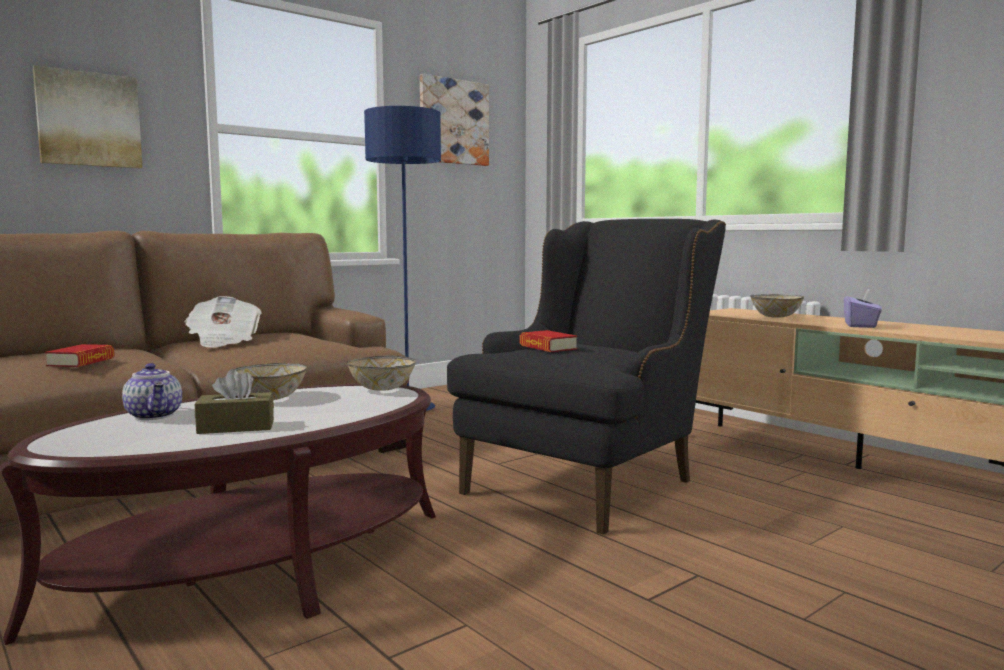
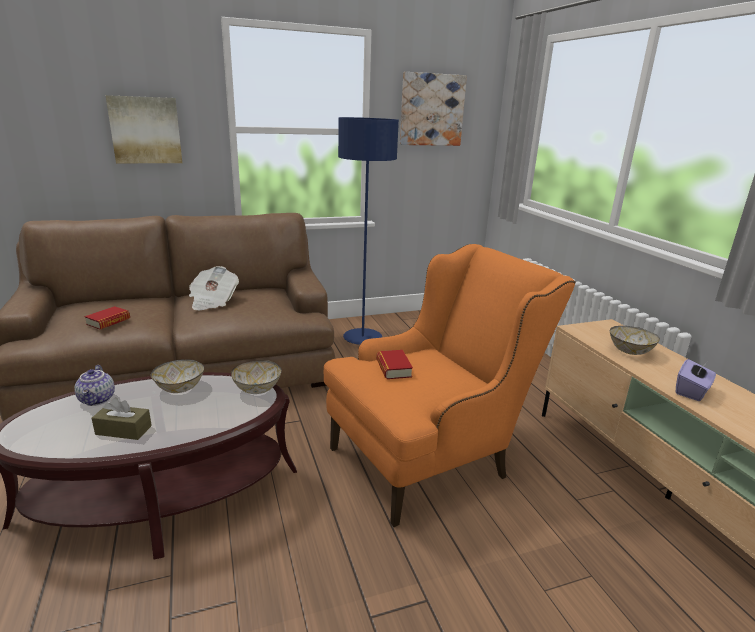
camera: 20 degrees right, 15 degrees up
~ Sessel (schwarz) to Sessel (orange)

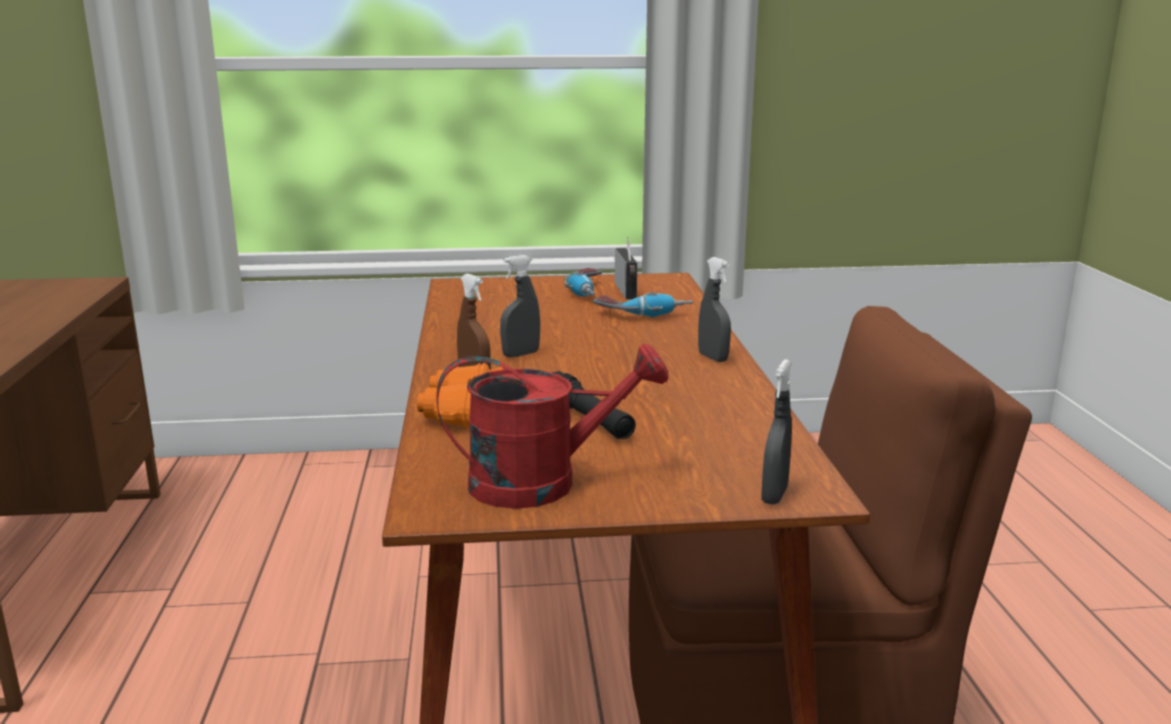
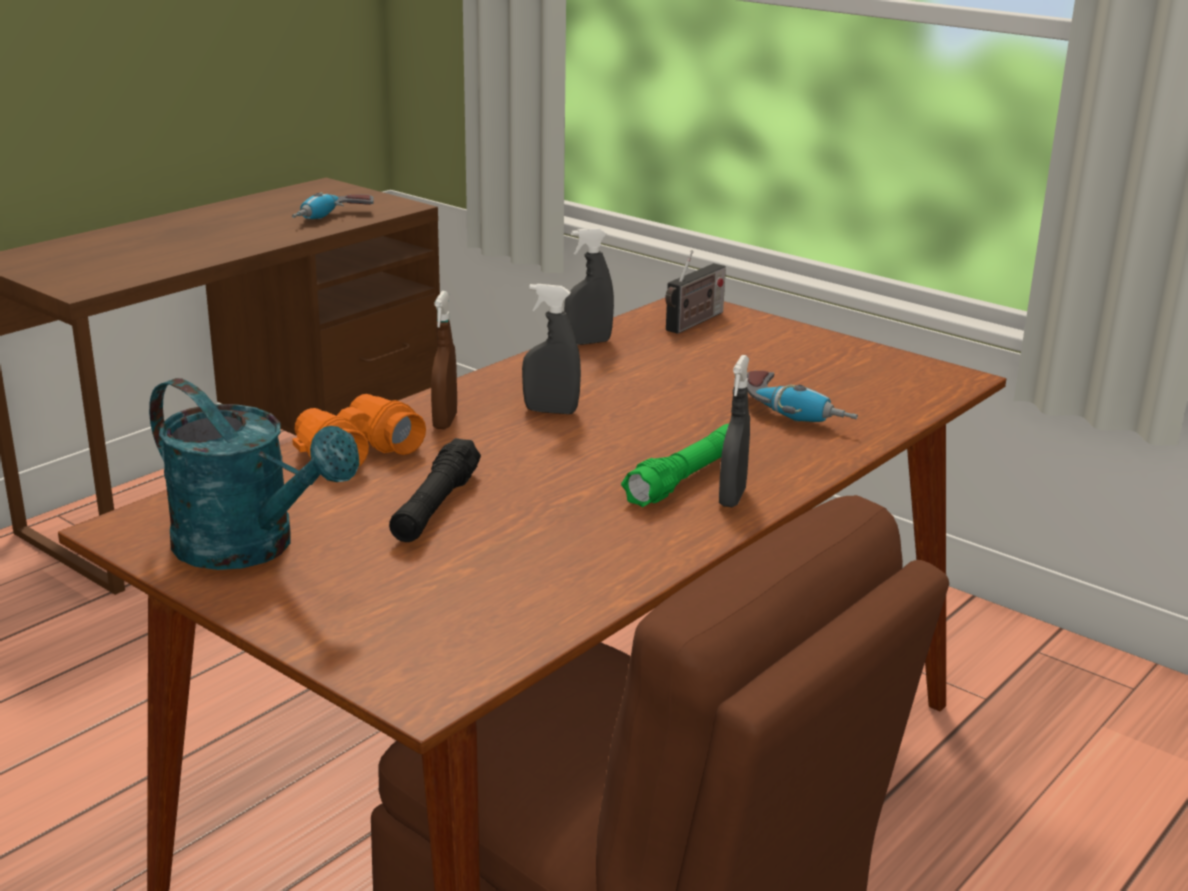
camera: 45 degrees right, 5 degrees up
~ Radio
~ Bohrmaschine (1st from left)
~ Gießkanne (rot) to Gießkanne (türkis)
~ Sprühflasche (grau) (3rd from left in the first image) to Sprühflasche (grau) (2nd from left)
+ Taschenlampe (grün)

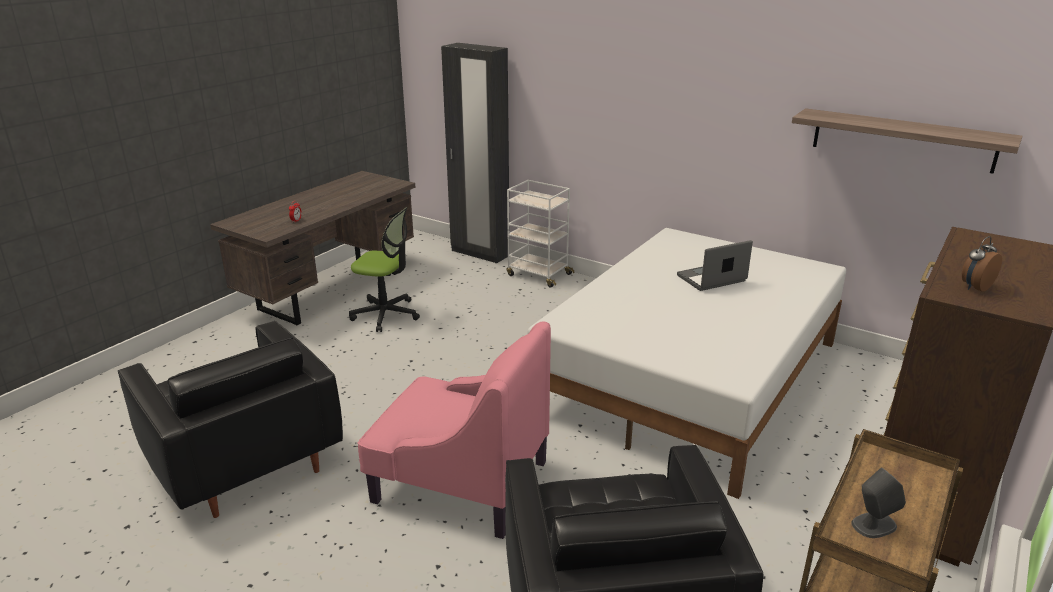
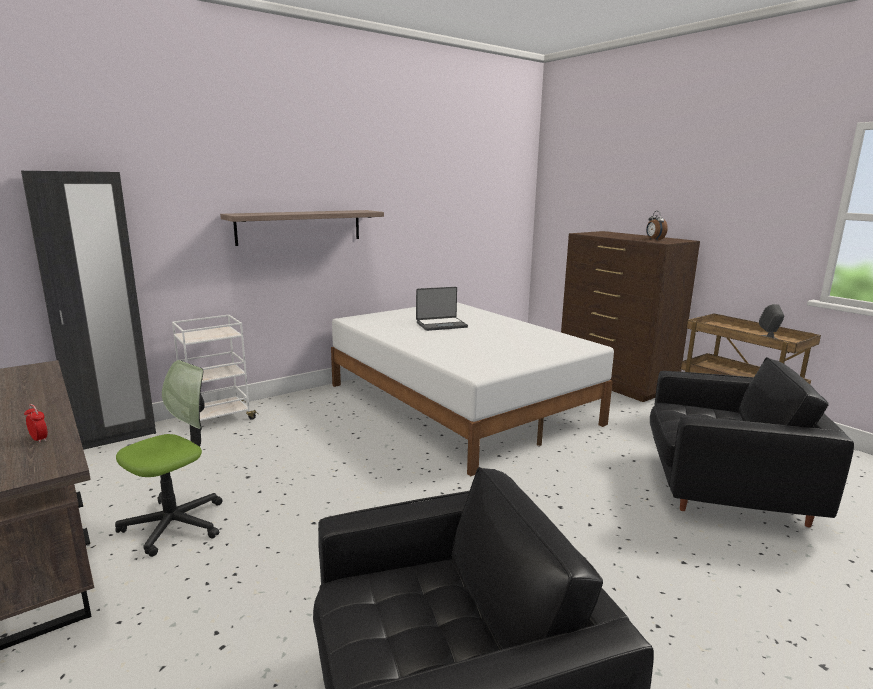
camera: 70 degrees left, 10 degrees down
~ Wandregal
~ Laptop 105 degrees counterclockwise
- Sessel (rosa)

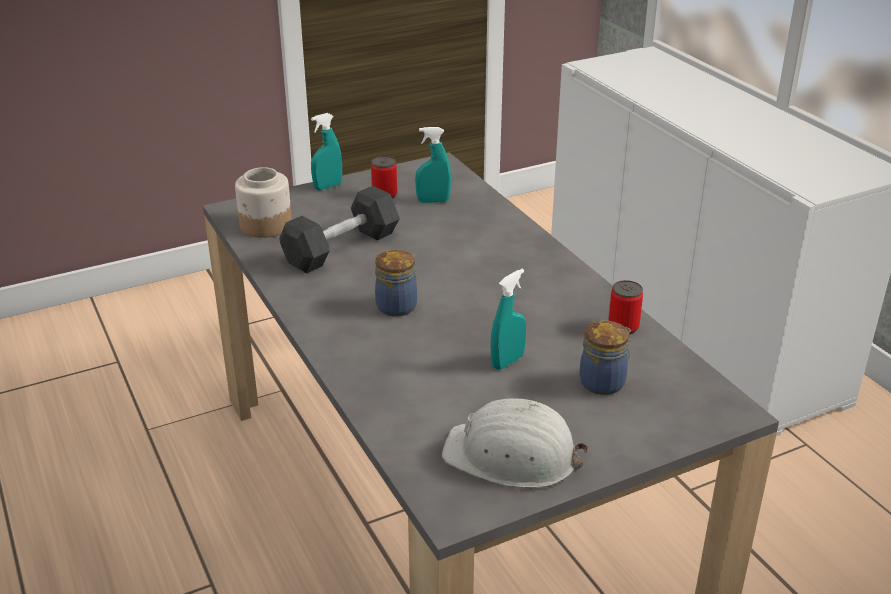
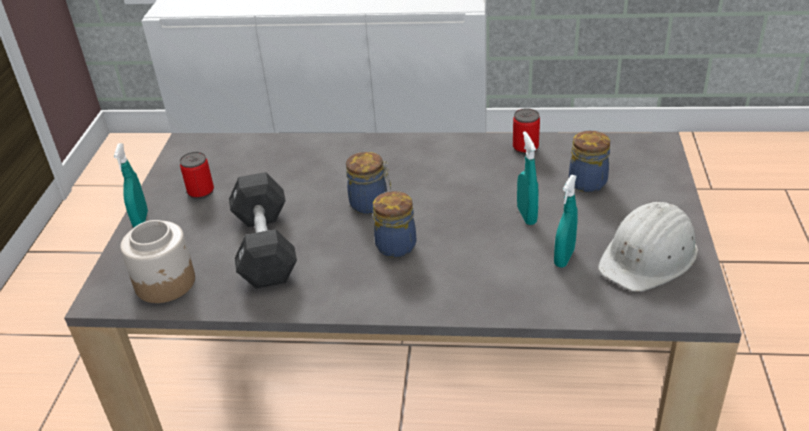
camera: 55 degrees left, 5 degrees up
~ Sprühflasche (türkis) (2nd from left in the first image) to Sprühflasche (türkis) (3rd from left)
+ Vorratsglas (2nd from left)

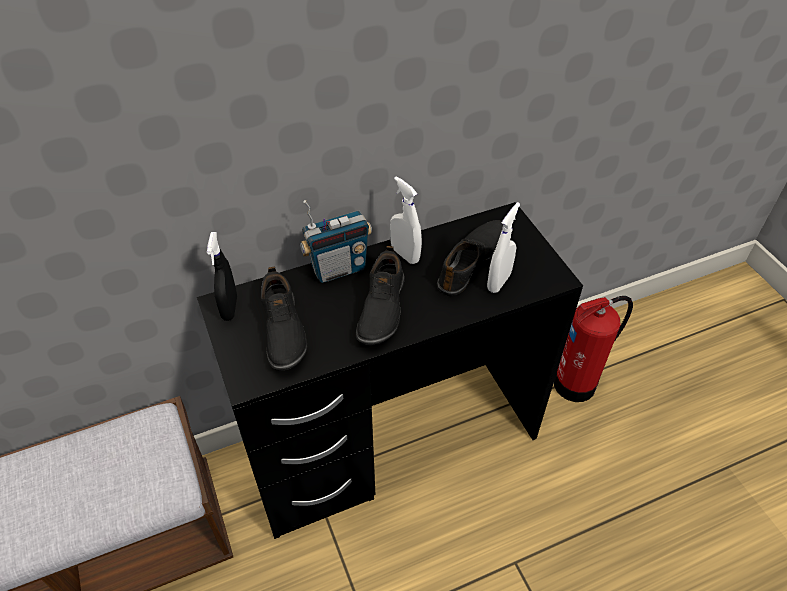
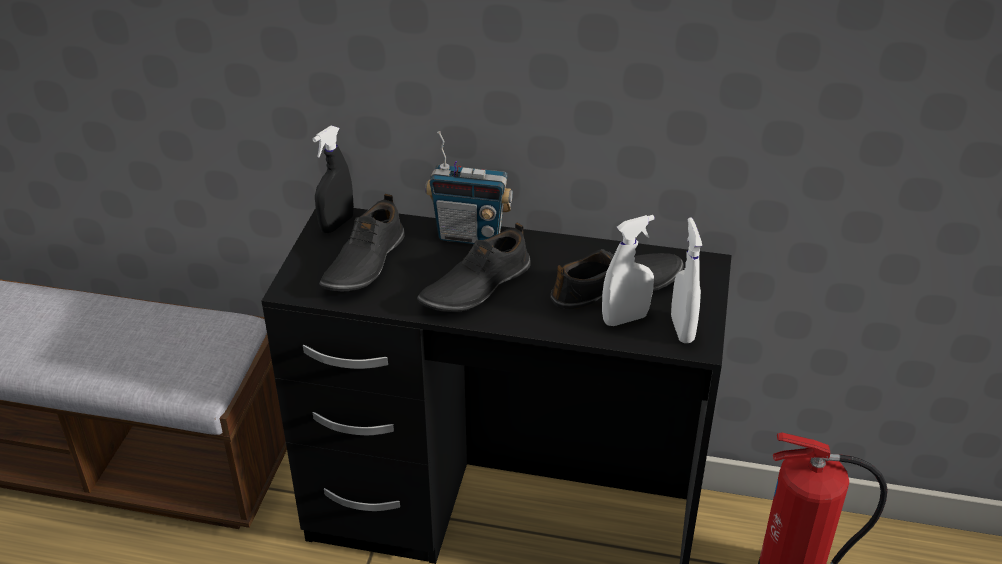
camera: 35 degrees right, 10 degrees down
~ Sprühflasche (weiß) (1st from left in the first image) to Sprühflasche (weiß) (2nd from left)

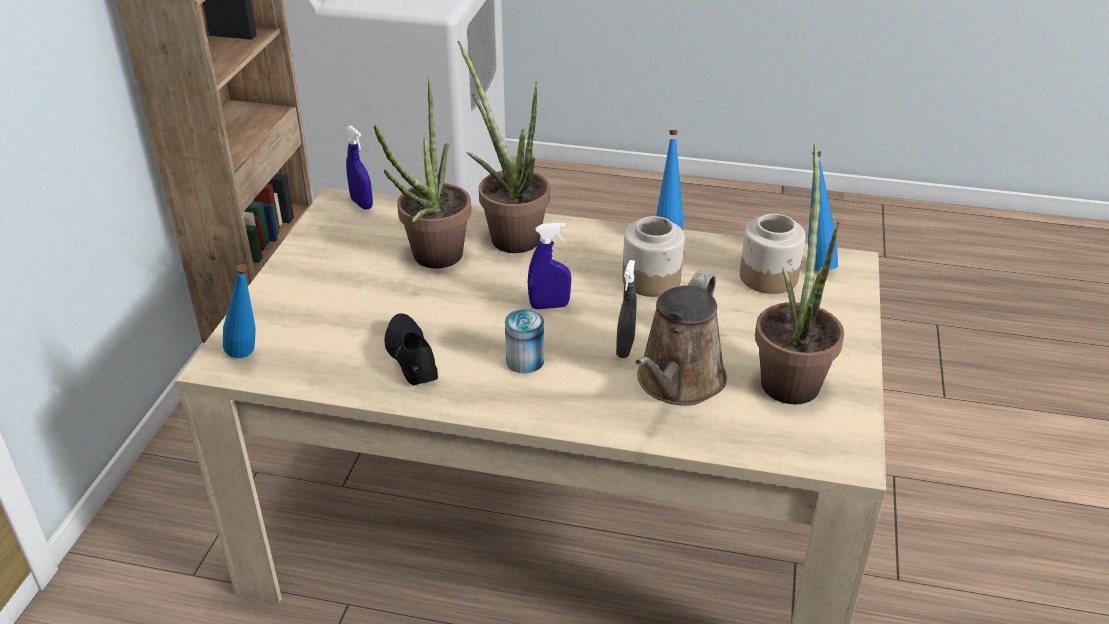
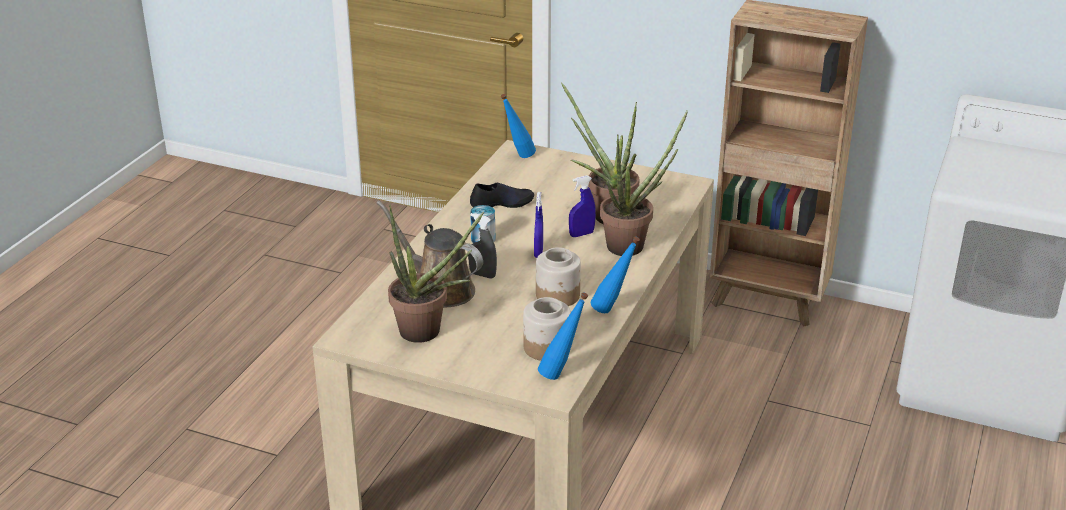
camera: 100 degrees right, 5 degrees down
~ Sprühflasche (blau) (1st from left in the first image) to Sprühflasche (blau) (2nd from left)

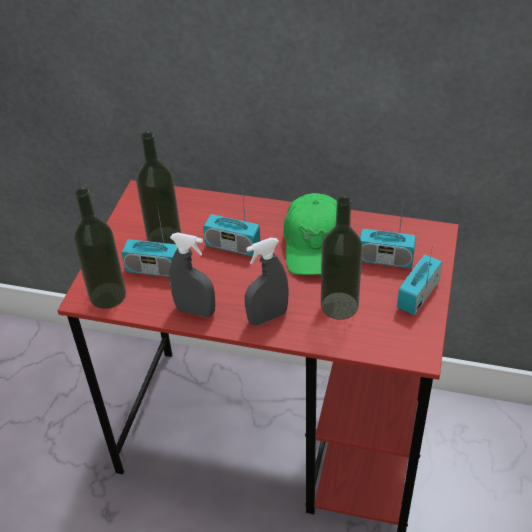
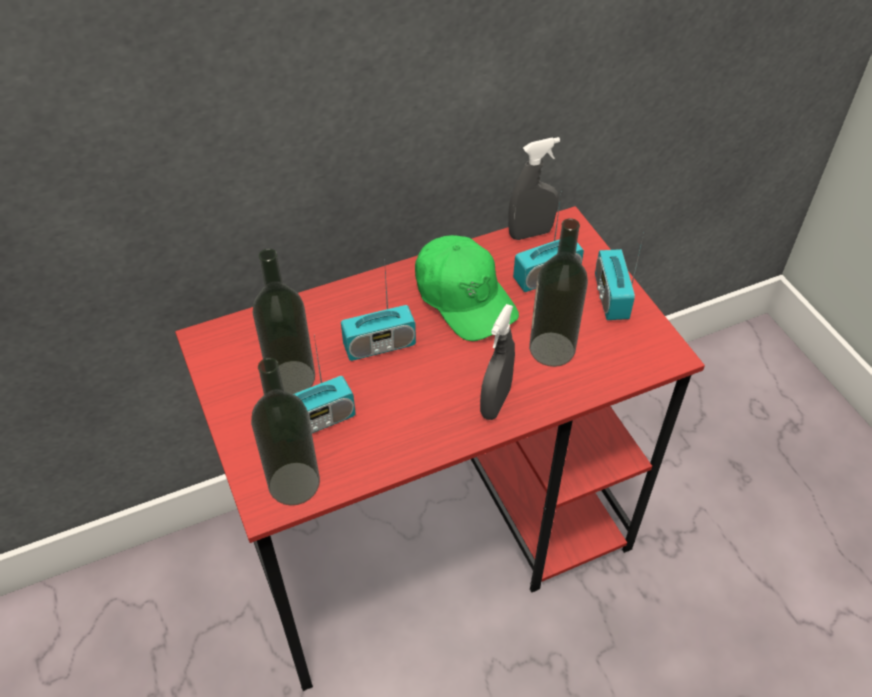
camera: 40 degrees left, 5 degrees up
~ Sprühflasche (grau) (1st from left in the first image) to Sprühflasche (grau) (2nd from left)

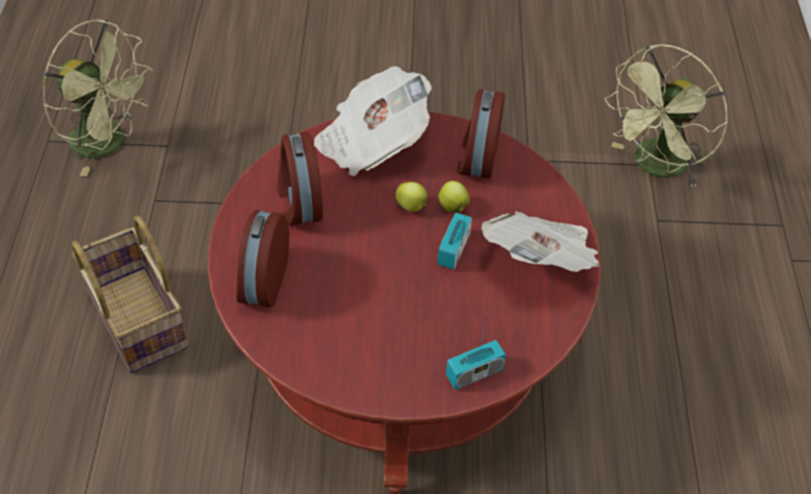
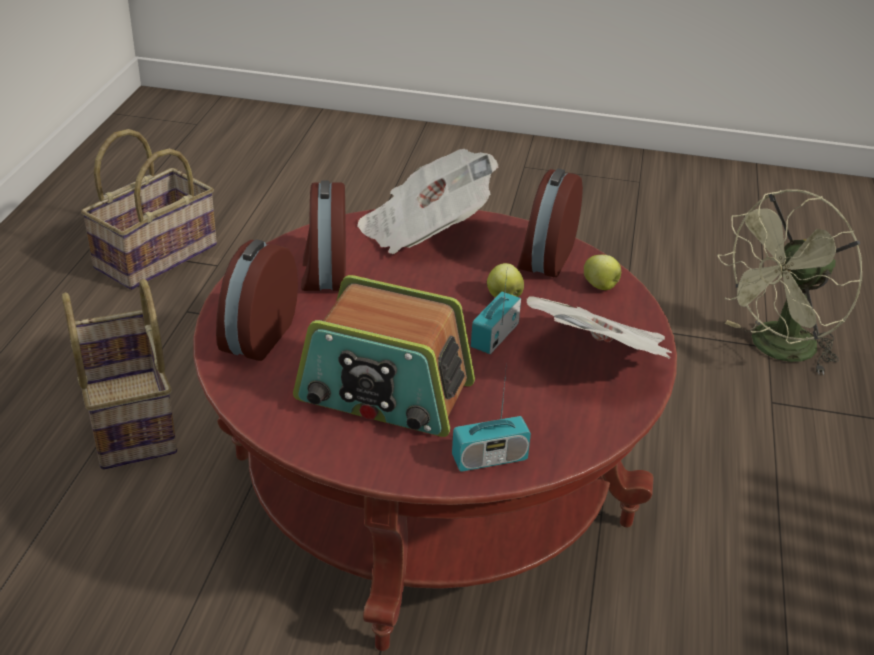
camera: 10 degrees right, 15 degrees down
~ Ventilator (grün) (1st from left) to Korb (2nd from left)
~ Apfel (1st from left in the first image) to Apfel (2nd from left)
+ Radio (1st from left)

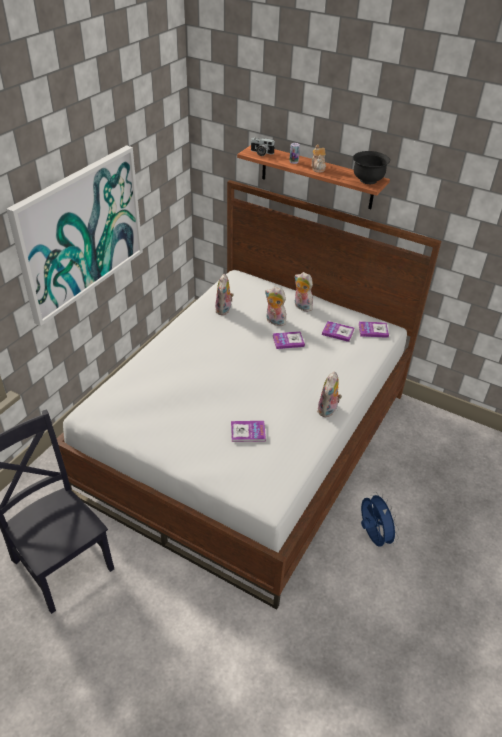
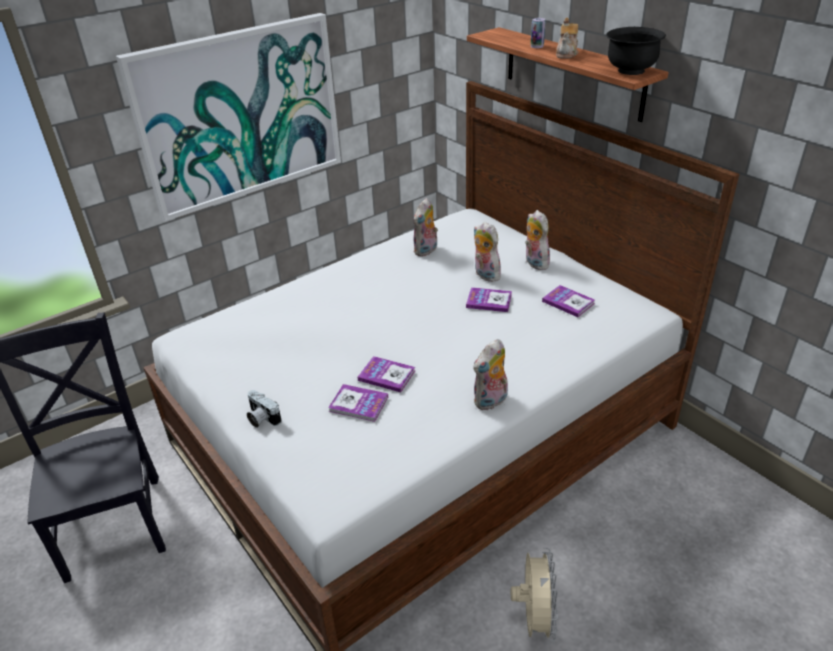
camera: 25 degrees right, 5 degrees down
~ Kamera
~ Buch (4th from left in the first image) to Buch (2nd from left)
~ Ventilator (blau) to Ventilator (beige)

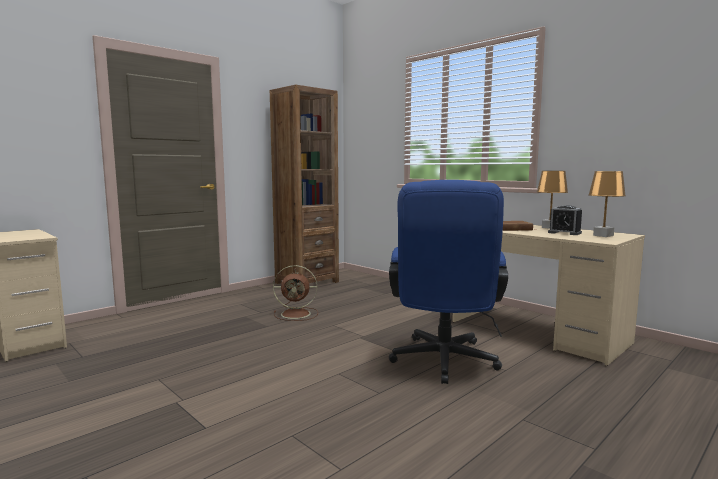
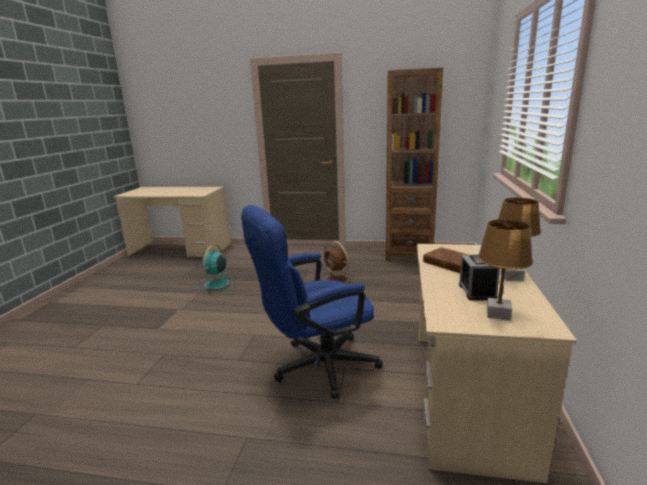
camera: 55 degrees right, 10 degrees up
+ Ventilator (türkis)

